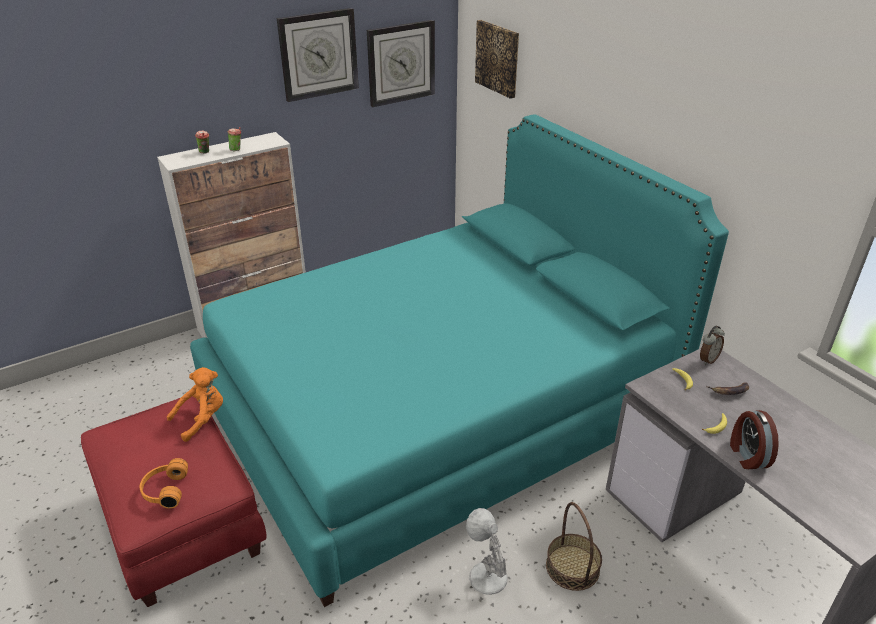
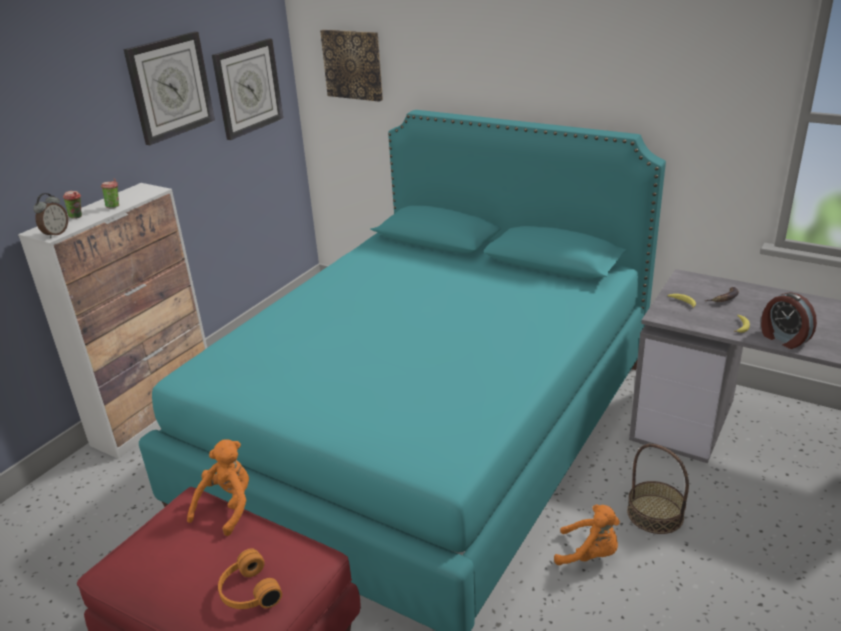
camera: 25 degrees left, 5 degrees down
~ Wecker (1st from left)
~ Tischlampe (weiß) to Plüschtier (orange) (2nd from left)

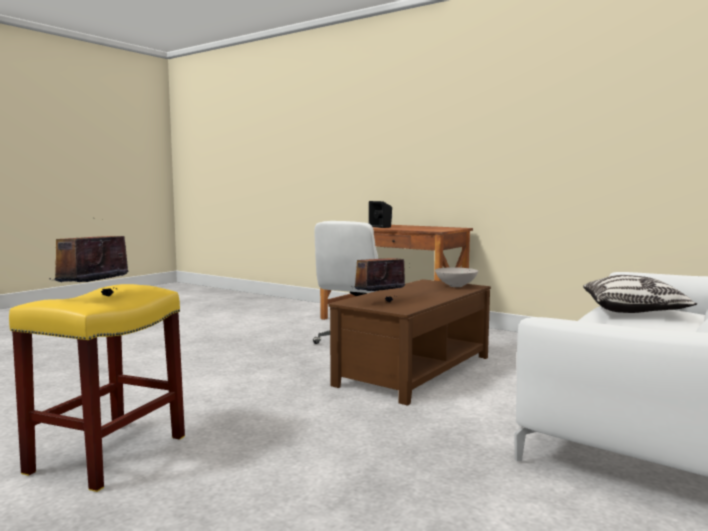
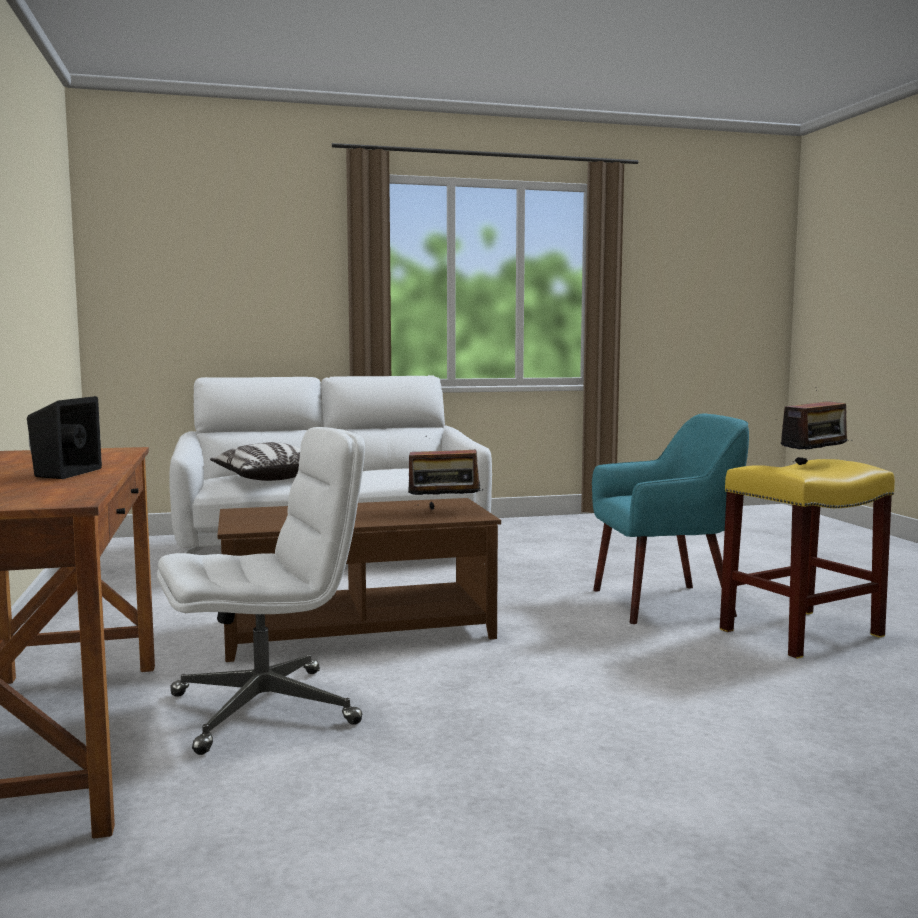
camera: 140 degrees left, 0 degrees up
- Schüssel (weiß)
+ Sessel (türkis)

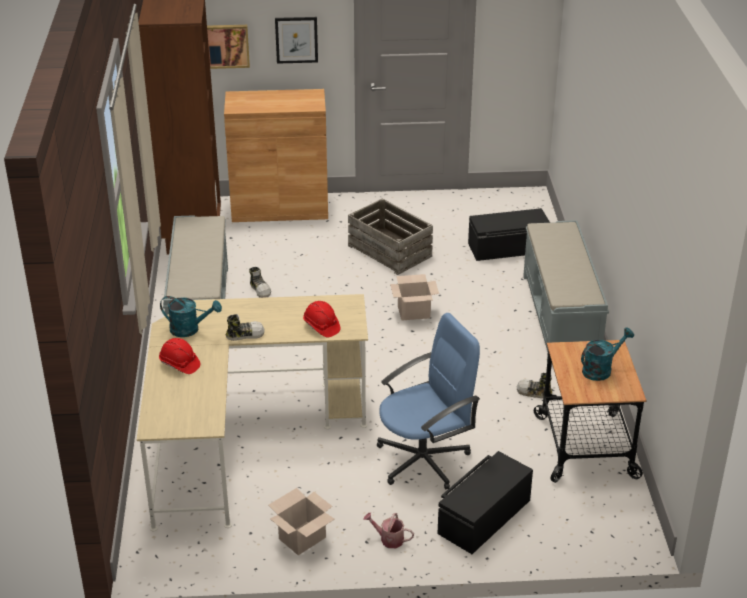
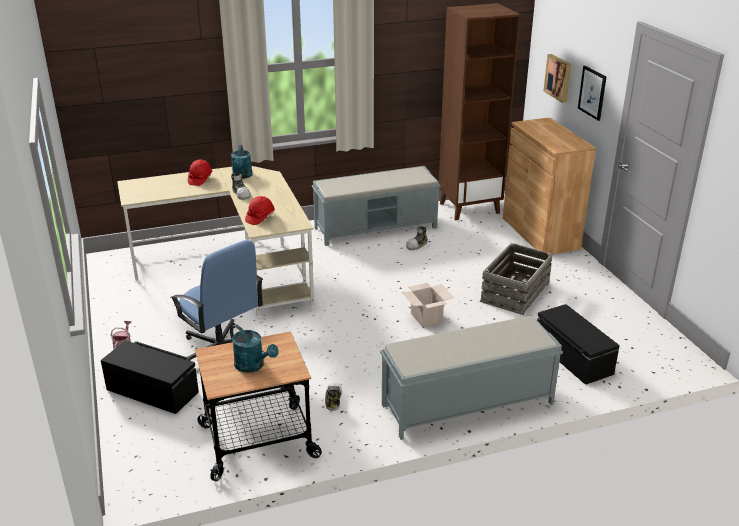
camera: 75 degrees right, 5 degrees down
- Karton (1st from left)

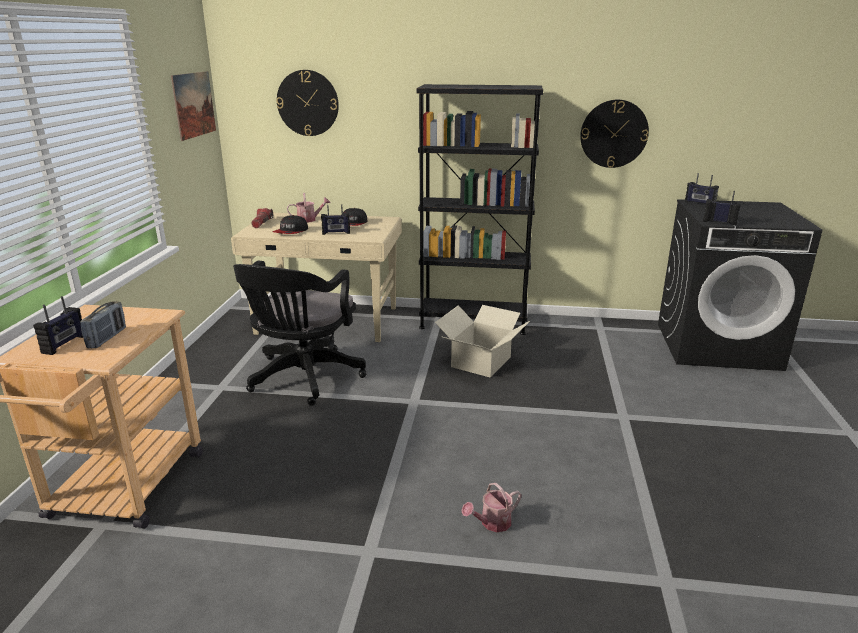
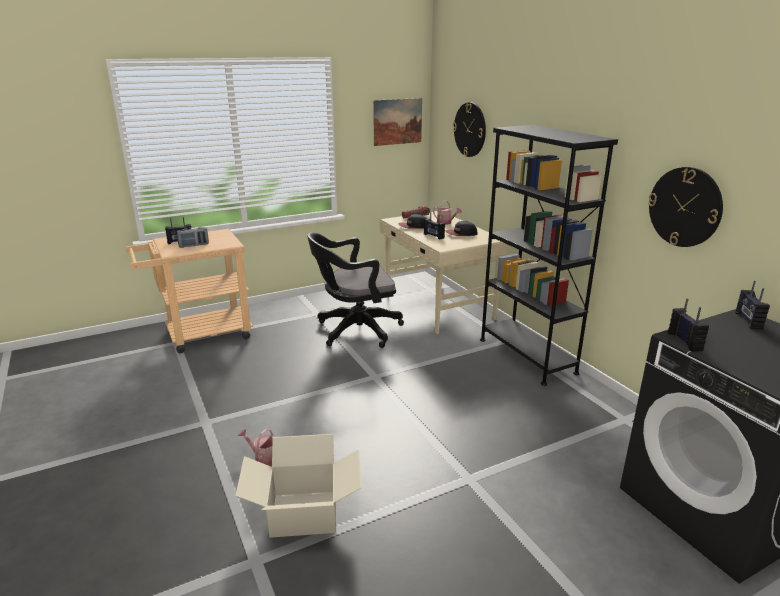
camera: 55 degrees right, 0 degrees up
~ Karton

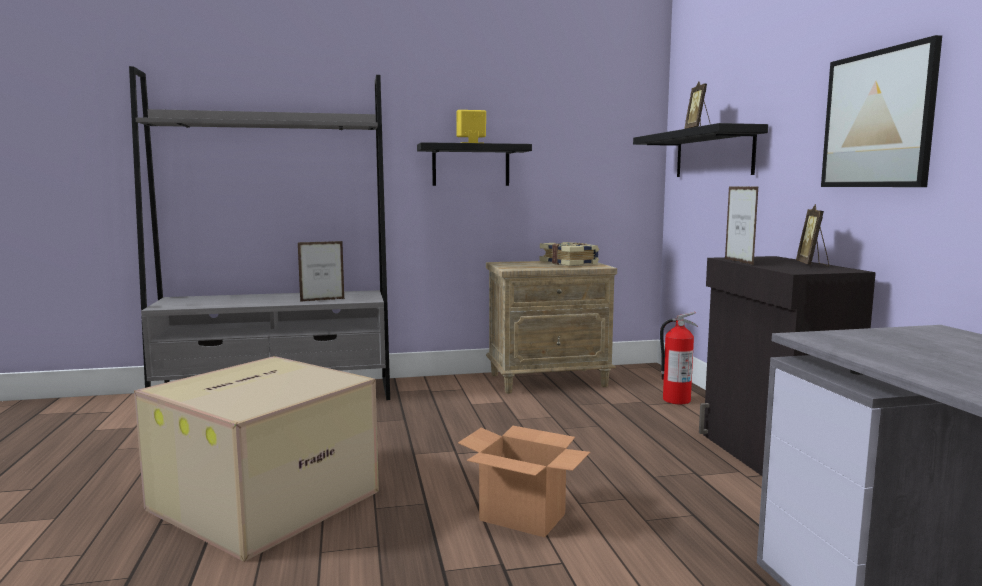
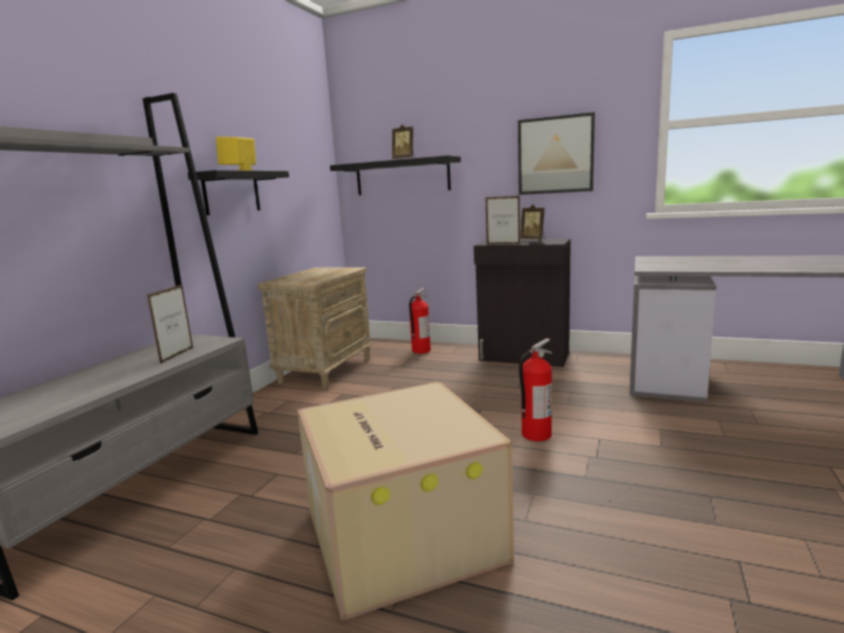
camera: 55 degrees left, 5 degrees up
- Buch
~ Karton (2nd from left) to Feuerlöscher (2nd from left)

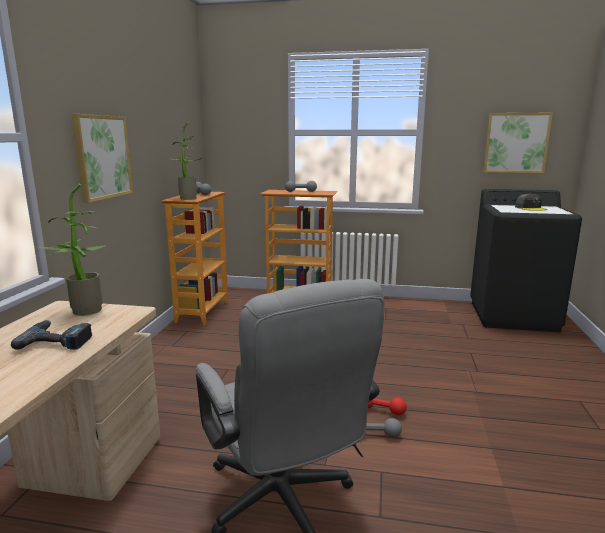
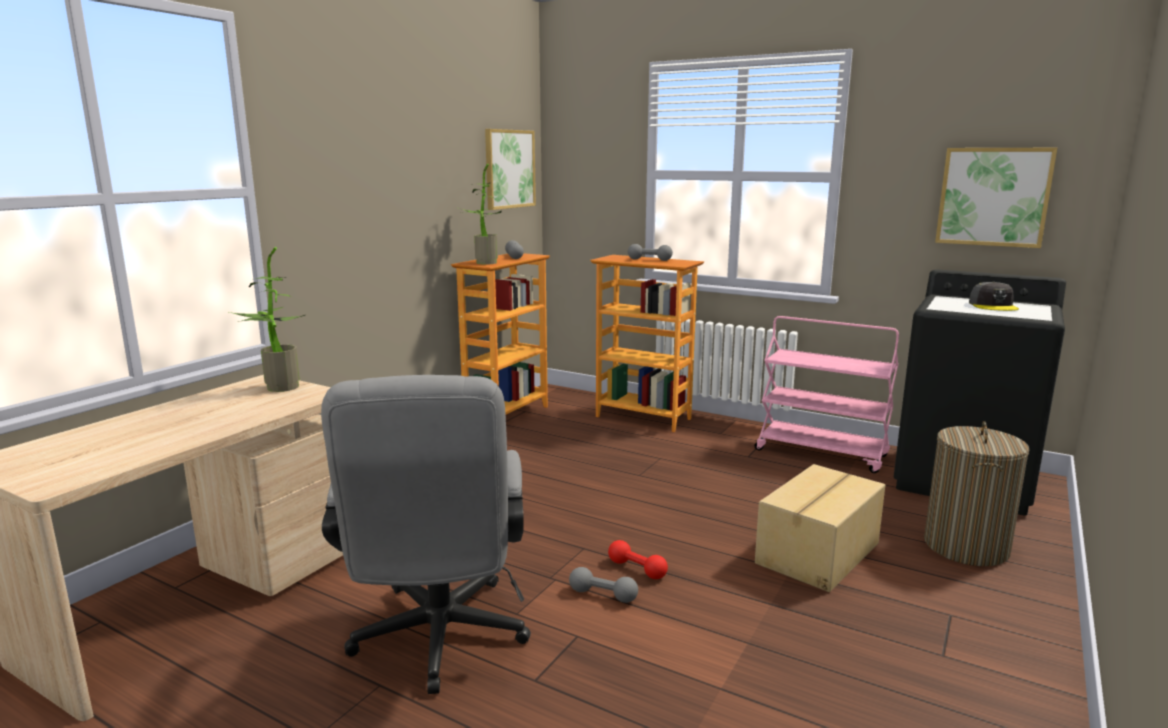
camera: 20 degrees right, 0 degrees up
~ Bild (1st from left)
- Bohrmaschine
+ Rollwagen (rosa)
+ Wäschekorb
+ Karton

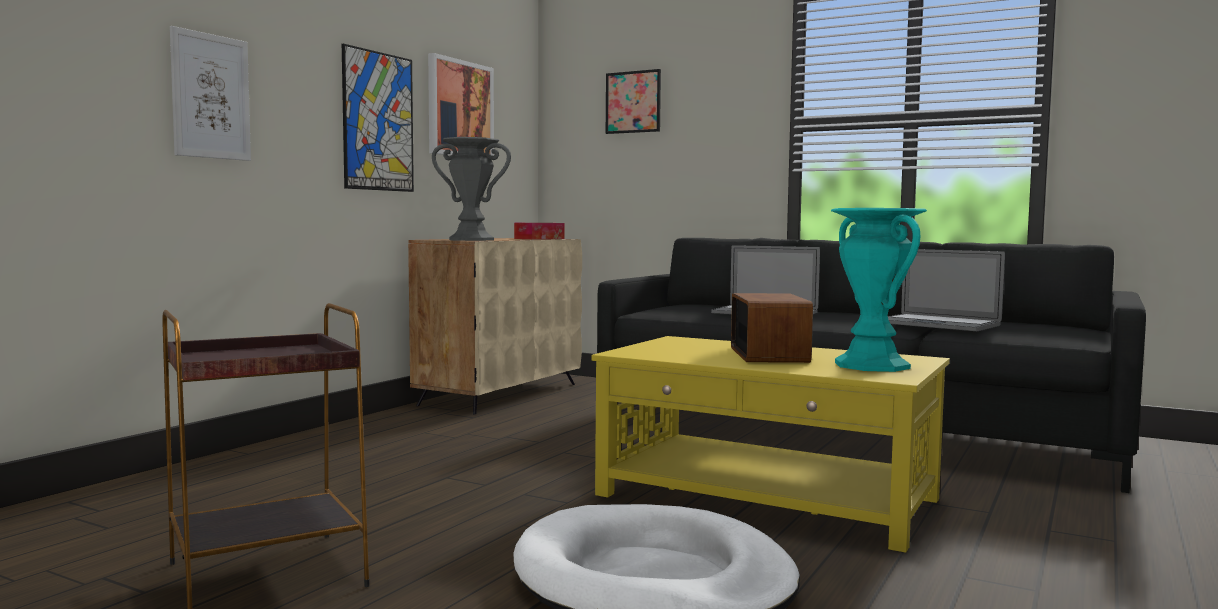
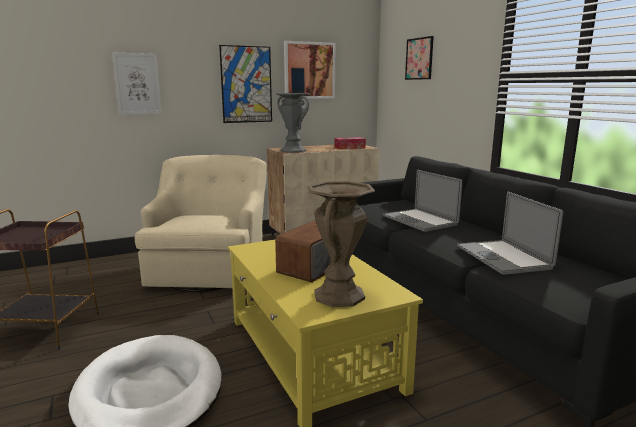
camera: 35 degrees right, 10 degrees up
~ Vase (türkis) to Vase (braun)
+ Sessel (beige)

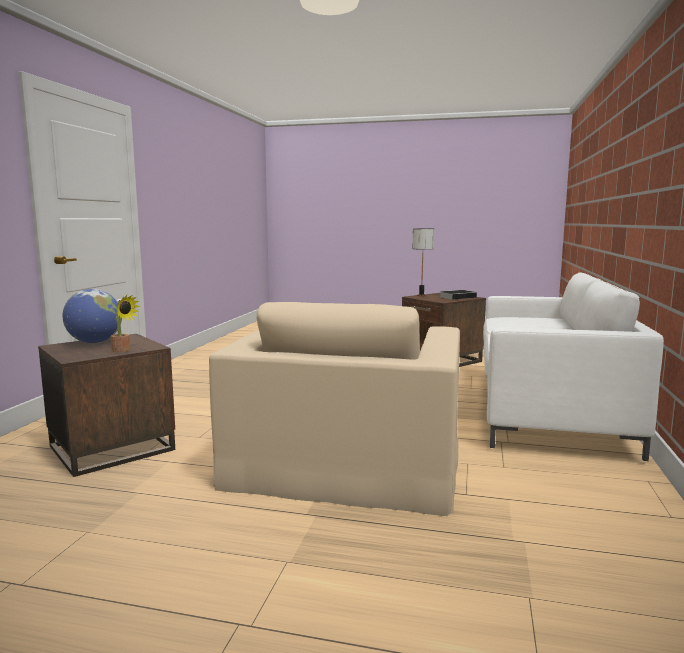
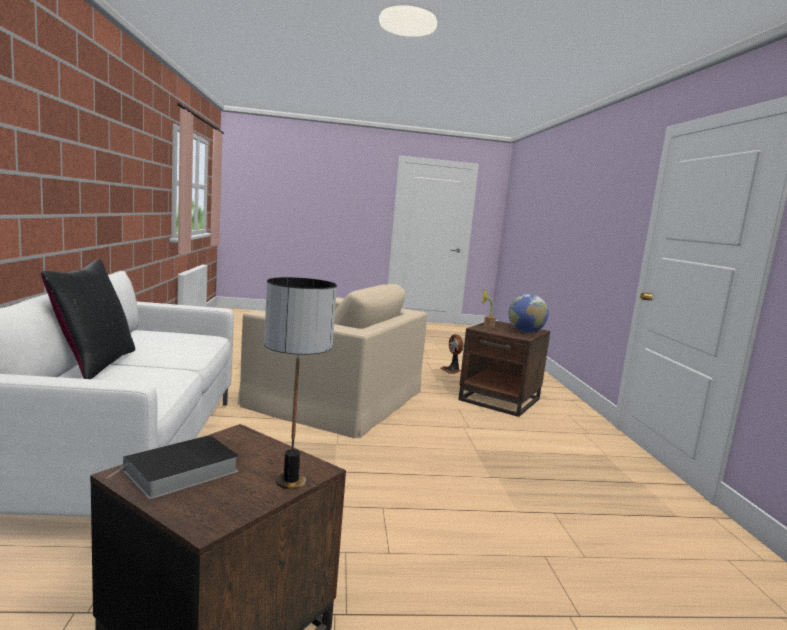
camera: 160 degrees right, 0 degrees up
~ Sessel (beige) 120 degrees clockwise
+ Kissen (schwarz)
+ Ventilator

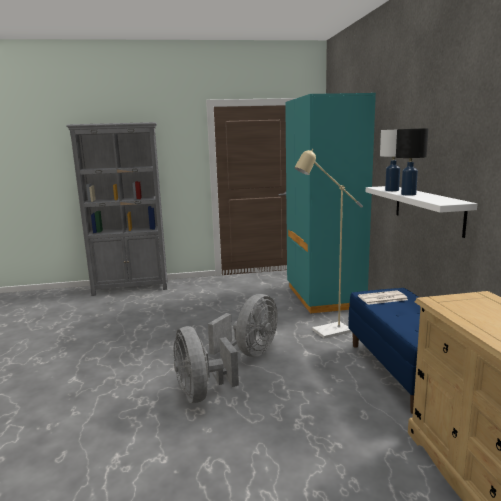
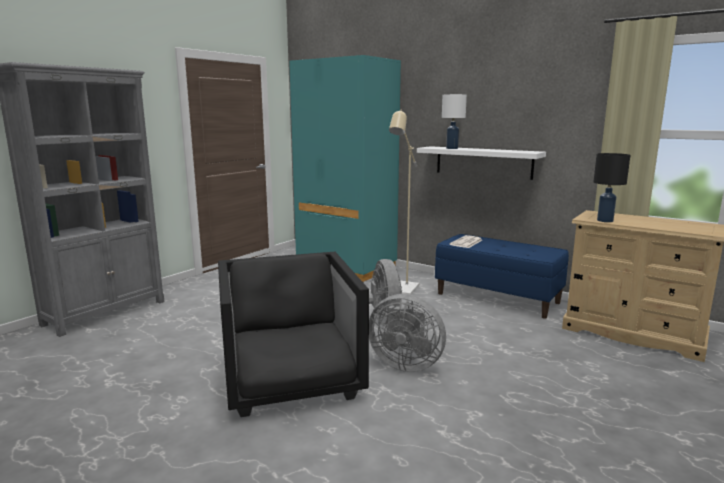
camera: 45 degrees left, 0 degrees up
~ Tischlampe (schwarz)
+ Sessel (schwarz)

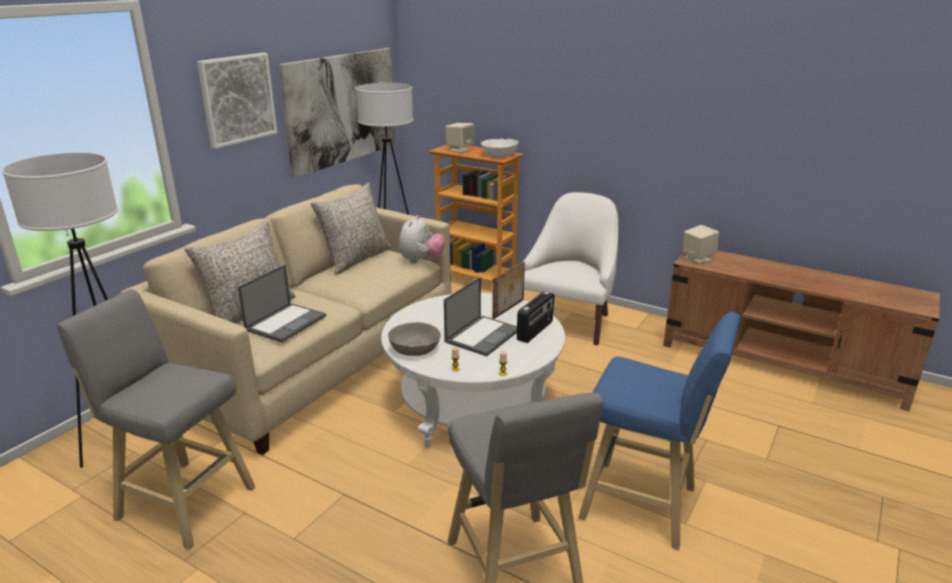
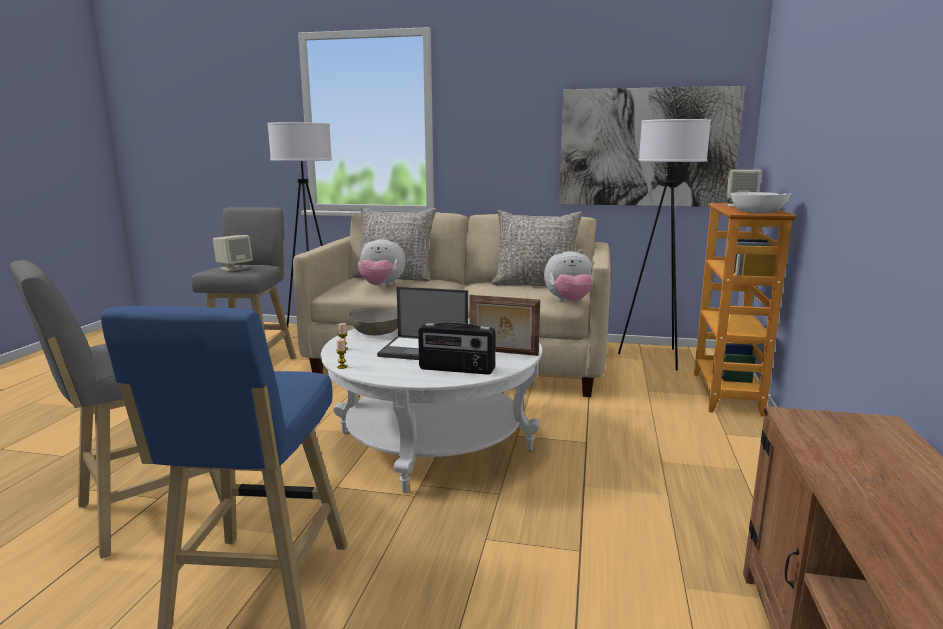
camera: 70 degrees right, 10 degrees down
- Bild (1st from left)
- Sessel (weiß)
~ Lautsprecher (beige) (2nd from left in the first image) to Lautsprecher (beige) (1st from left)
~ Laptop (1st from left) to Plüschtier (1st from left)

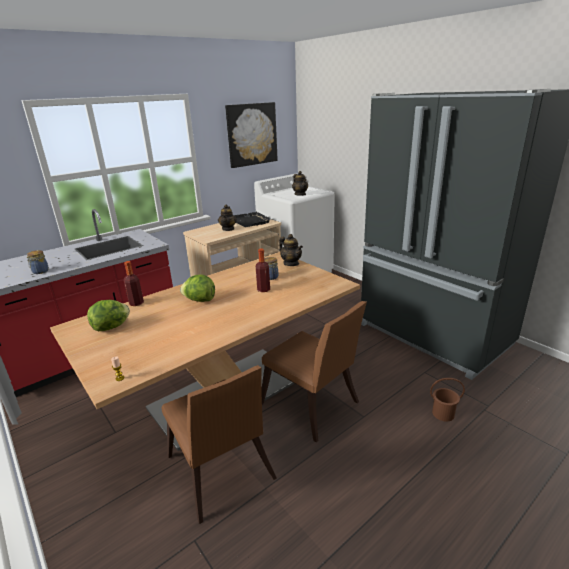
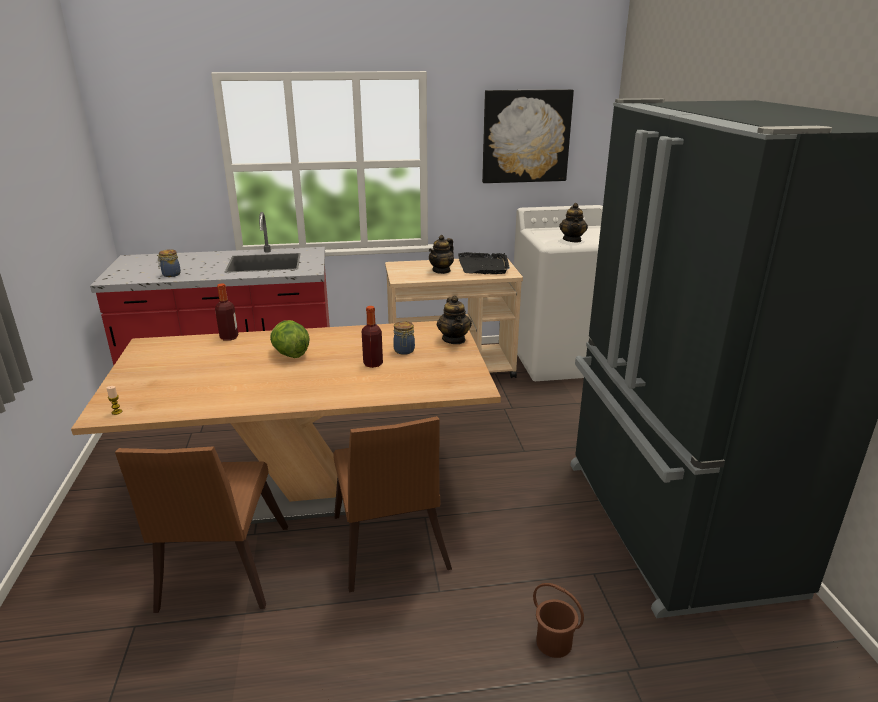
camera: 30 degrees right, 0 degrees up
- Salatkopf (1st from left)

